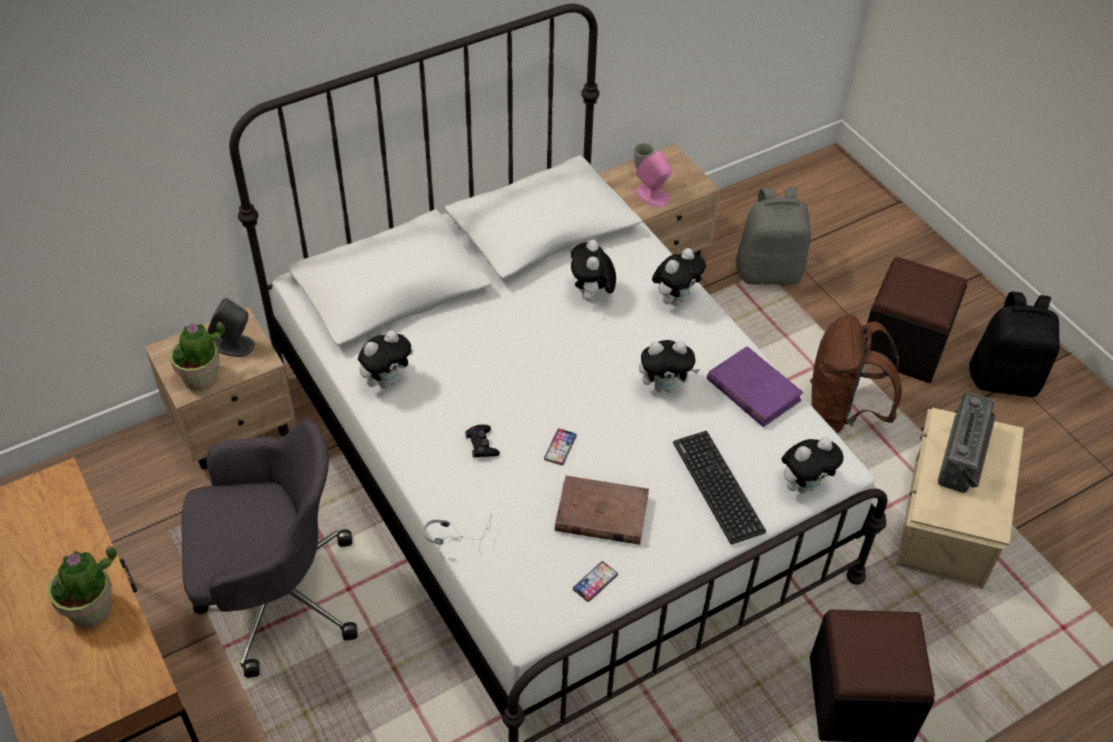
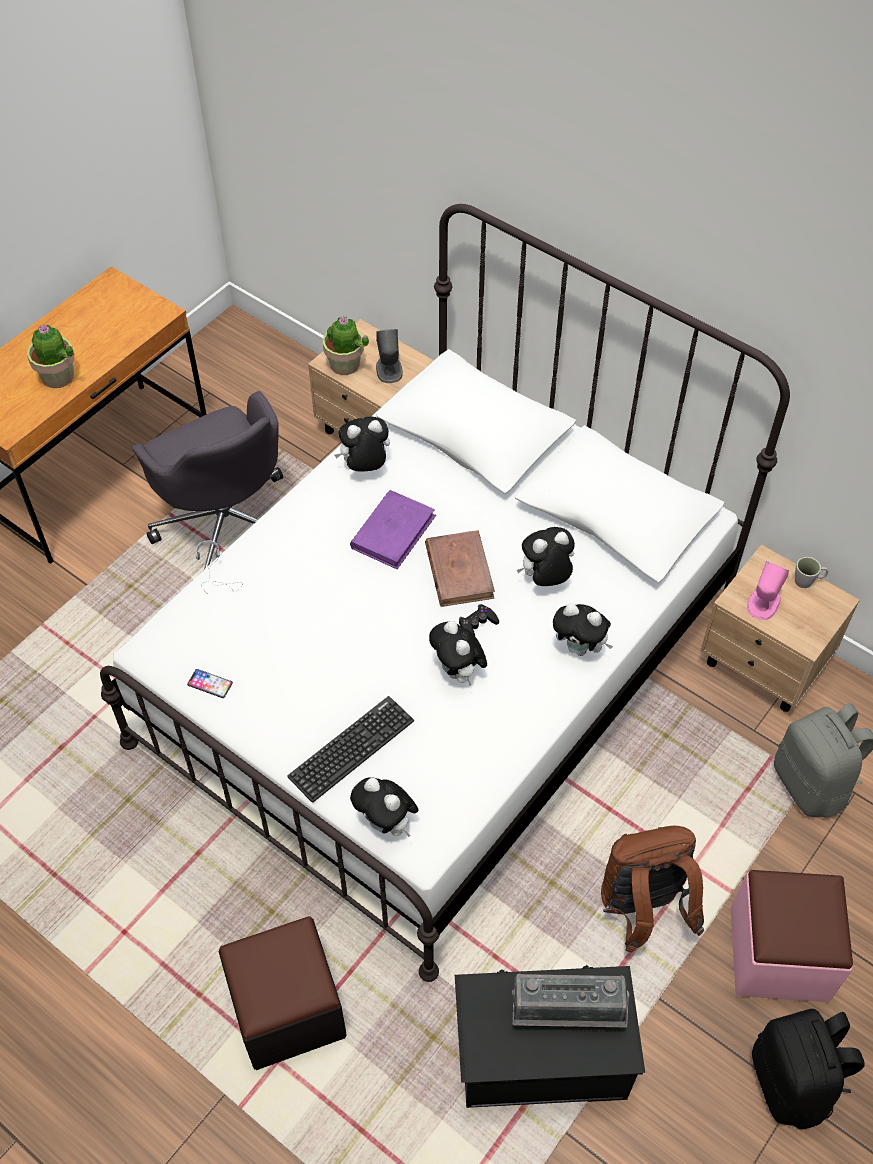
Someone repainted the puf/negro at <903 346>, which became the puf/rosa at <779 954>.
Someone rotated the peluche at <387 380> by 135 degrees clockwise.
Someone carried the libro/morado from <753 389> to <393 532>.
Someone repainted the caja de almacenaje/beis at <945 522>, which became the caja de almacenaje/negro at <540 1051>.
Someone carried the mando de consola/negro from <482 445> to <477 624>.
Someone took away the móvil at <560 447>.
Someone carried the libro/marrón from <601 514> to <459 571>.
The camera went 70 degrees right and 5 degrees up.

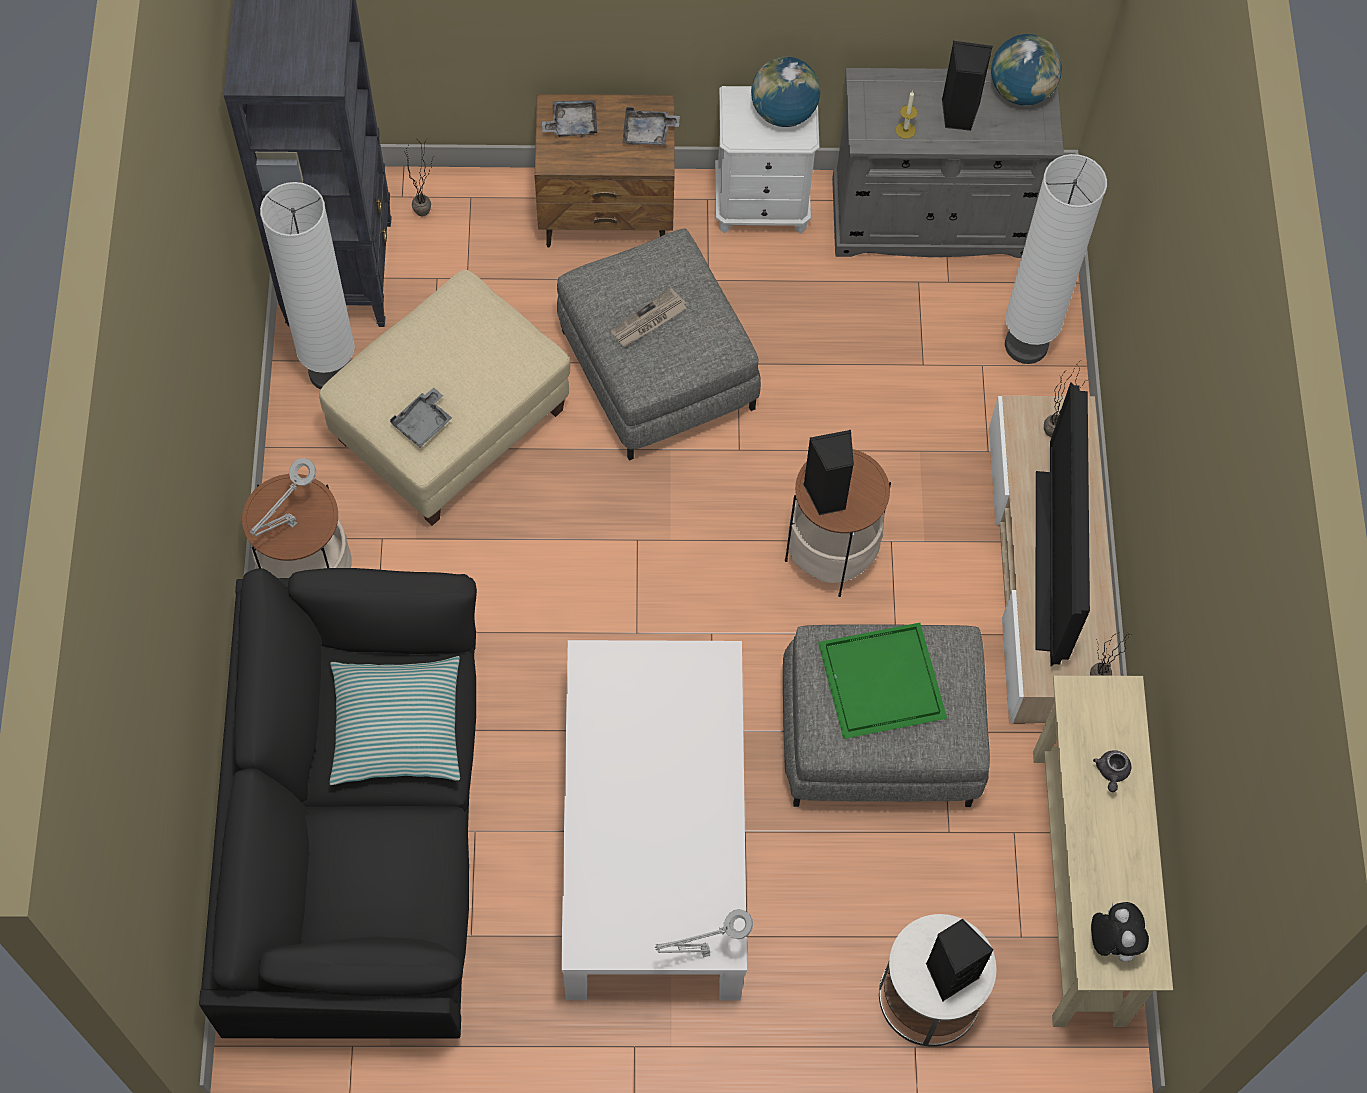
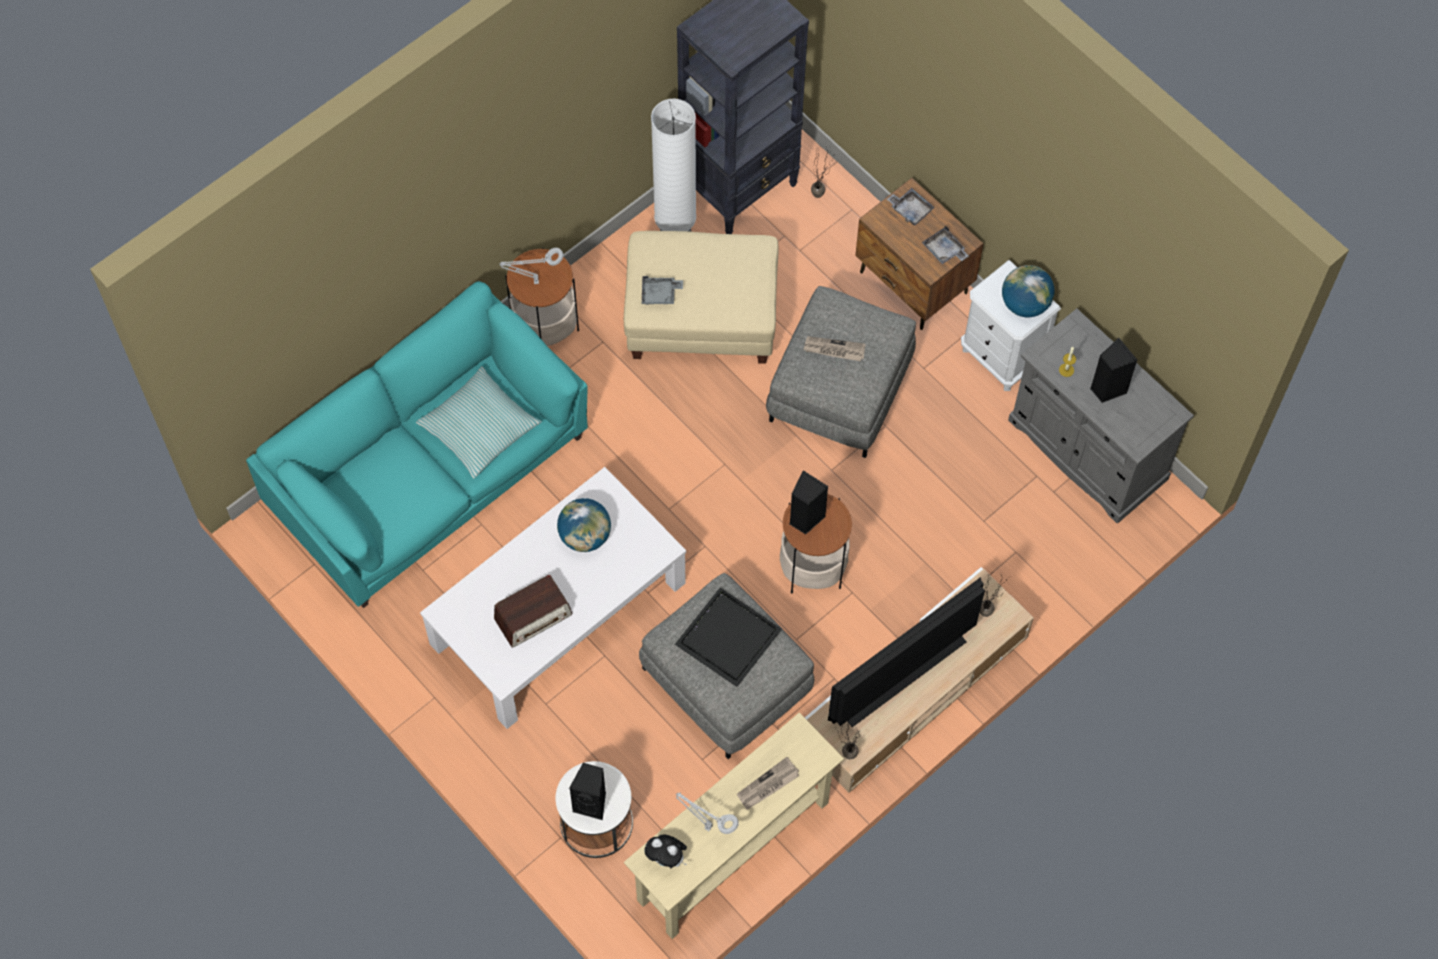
Someone carried the globo terráqueo from <1021 91> to <585 536>.
Someone took away the lámpara de pie/blanco at <1026 345>.
Someone repainted the sofá/negro at <359 835>, which became the sofá/turquesa at <428 472>.
Someone repainted the bandeja/verde at <879 680>, which became the bandeja/negro at <728 636>.
Someone swapped the tetera/gris at <1111 773> for the periódico at <768 785>.
Someone rotated the peluche at <1112 942> by 75 degrees clockwise.
Someone carried the lámpara de mesa/gris from <702 953> to <706 826>.
Someone put down the radio at <533 617>.
The camera went 50 degrees right and 0 degrees up.

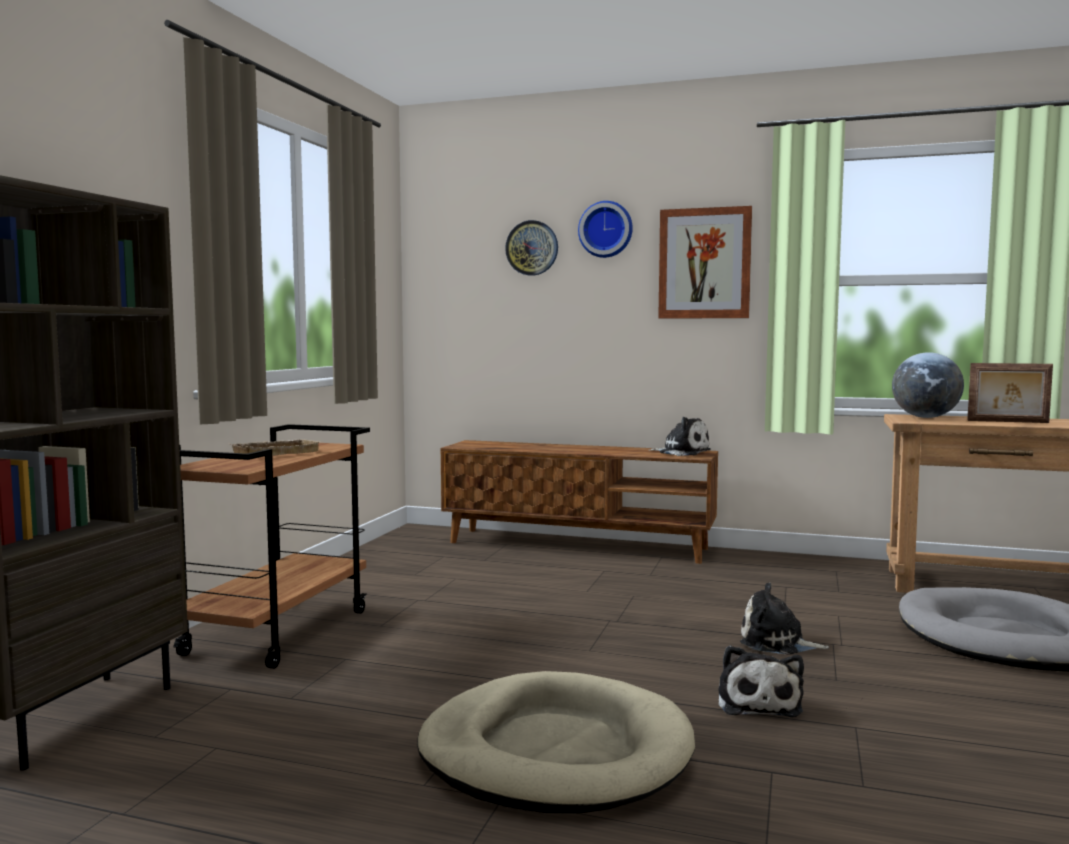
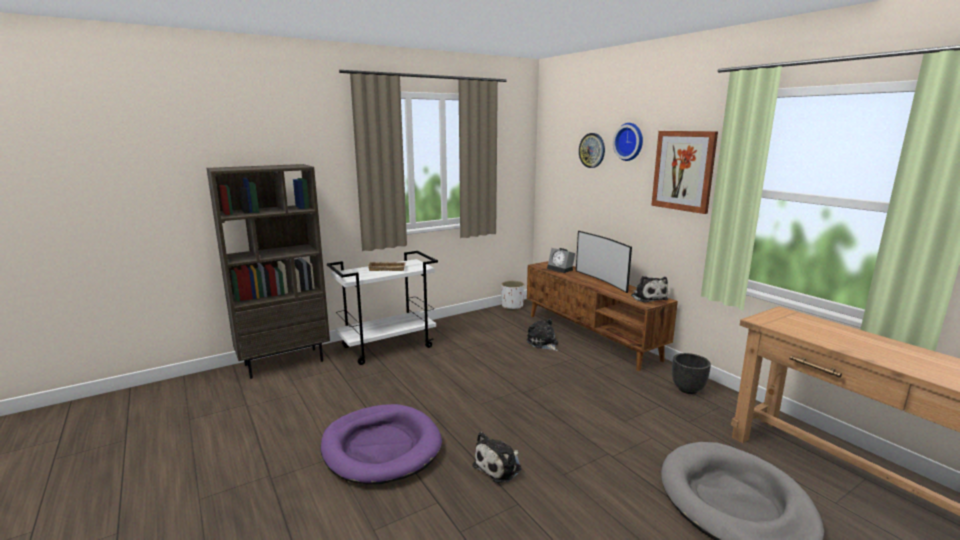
Someone took away the globo terráqueo at <925 417>.
Someone took away the portarretratos at <1008 422>.
Someone repainted the carrito/marrón at <277 632>, which became the carrito/blanco at <388 347>.
Someone carried the peluche from <777 643> to <543 343>.
Someone repainted the cama para perro/beis at <555 752>, which became the cama para perro/morado at <381 447>.
Someone put down the televisor at <602 280>.
Someone put down the despertador at <561 269>.
Someone put down the maceta/blanco at <512 306>.
Someone put down the maceta/negro at <688 389>.
The camera went 40 degrees right and 10 degrees up.

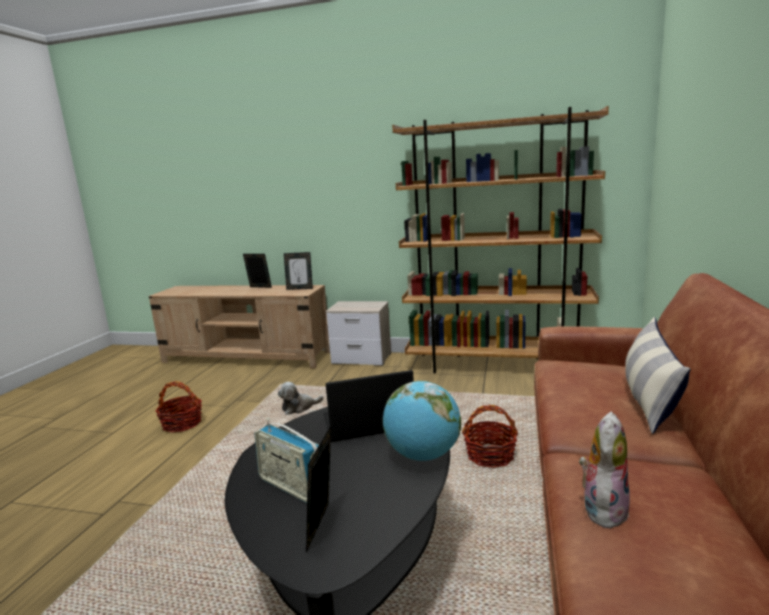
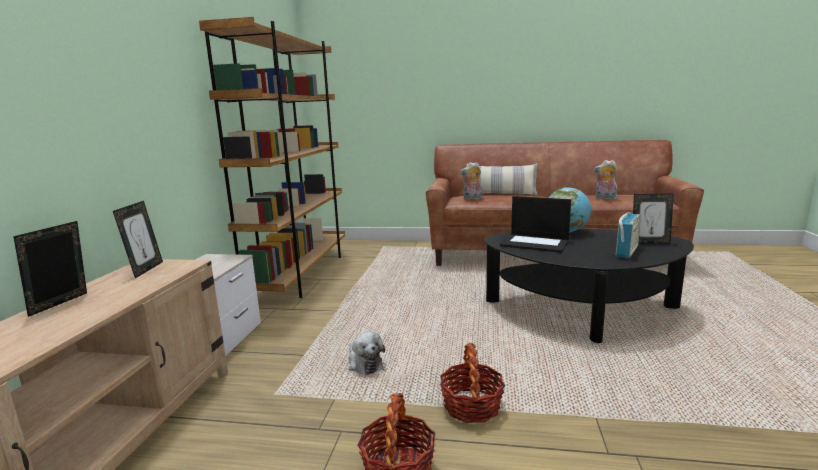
Someone rotated the portátil at <367 422> by 45 degrees counterclockwise.
Someone carried the cesta from <490 455> to <471 406>.
Someone put down the peluche at <472 199>.
The camera went 95 degrees left and 0 degrees up.

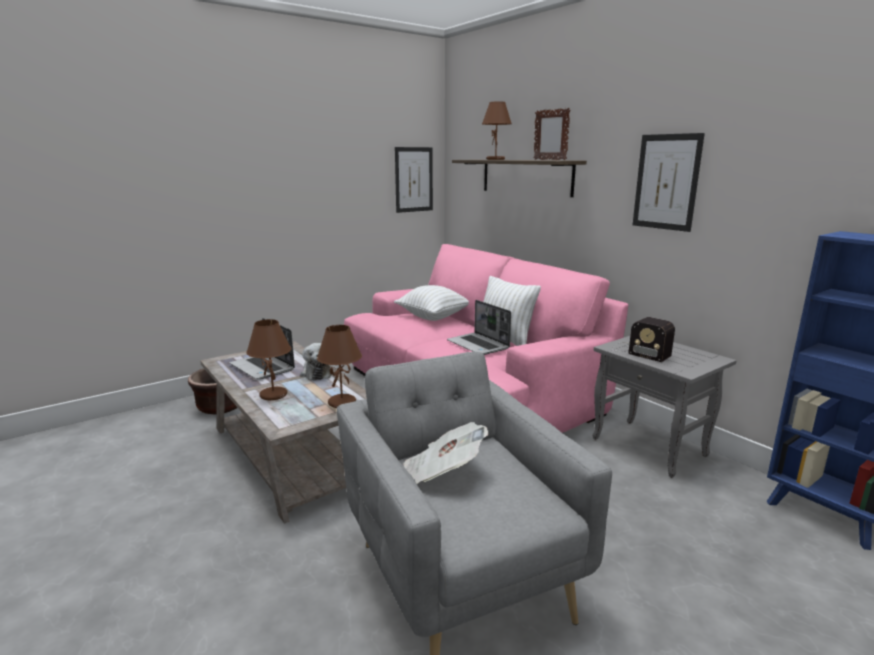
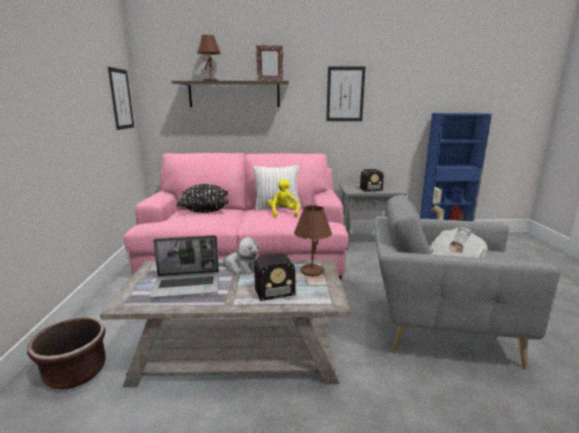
Someone repainted the cojín/blanco at <433 317>, which became the cojín/negro at <205 210>.
Someone swapped the portátil at <479 345> for the peluche/amarillo at <283 213>.
Someone swapped the lámpara de mesa/marrón at <274 395> for the radio at <261 292>.
The camera went 55 degrees left and 0 degrees up.

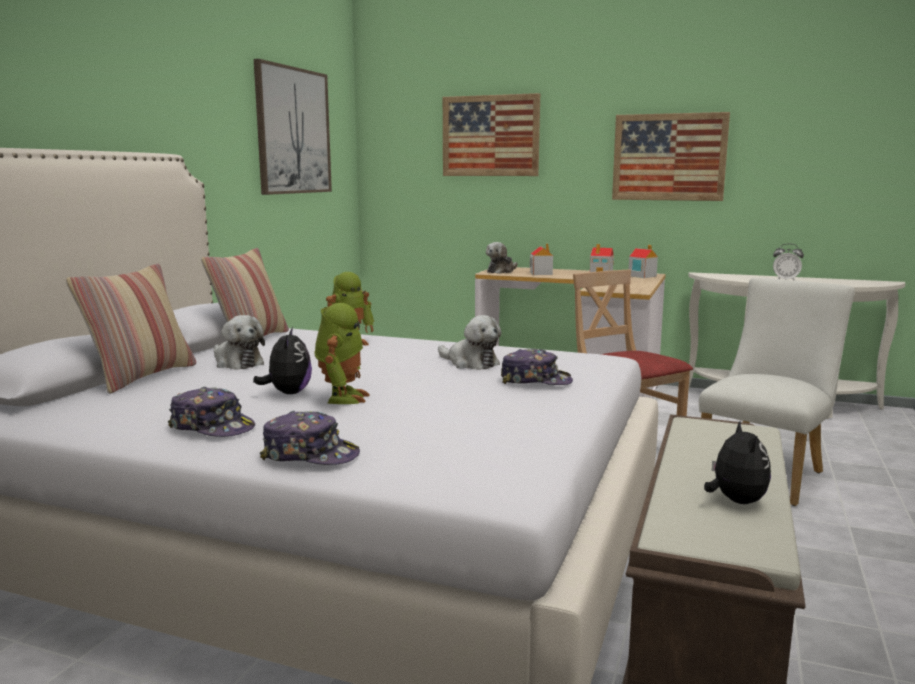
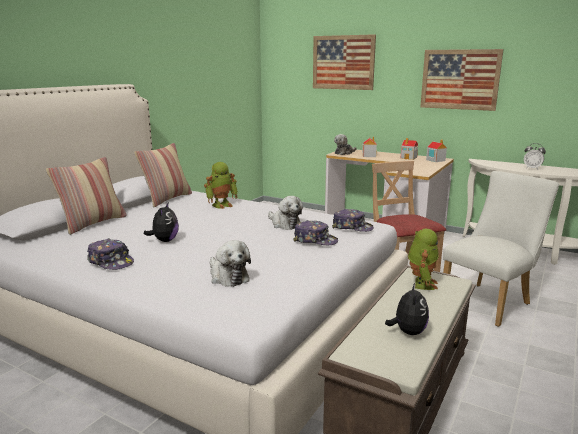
Someone took away the cuadro at <293 131>.
Someone carried the robot de juguete from <342 397> to <421 283>.
Someone carried the peluche from <237 363> to <228 277>.
Someone carried the gorra from <310 455> to <352 227>.
The camera went 10 degrees right and 5 degrees up.

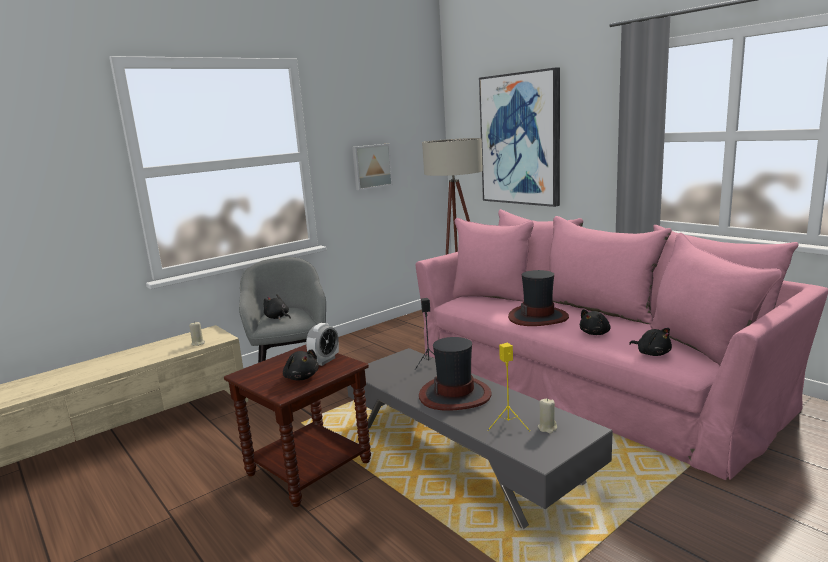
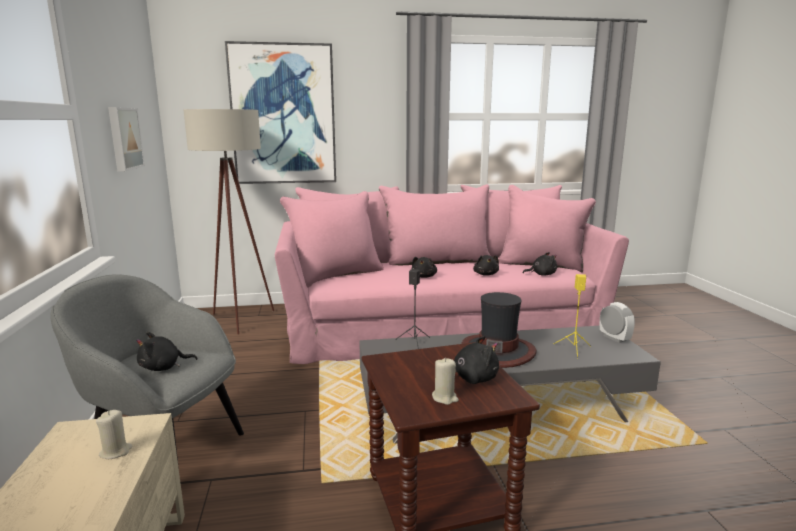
Someone swapped the sombrero at <538 317> for the peluche/negro at <424 276>.
Someone carried the despertador from <324 361> to <614 338>.
Someone carried the vela/beis from <547 428> to <445 398>.
The camera went 60 degrees left and 0 degrees up.

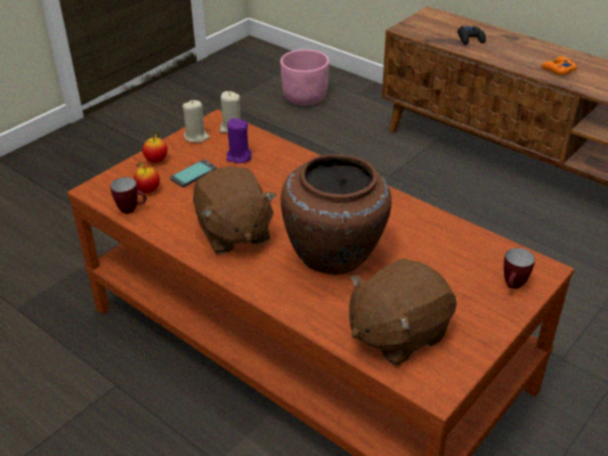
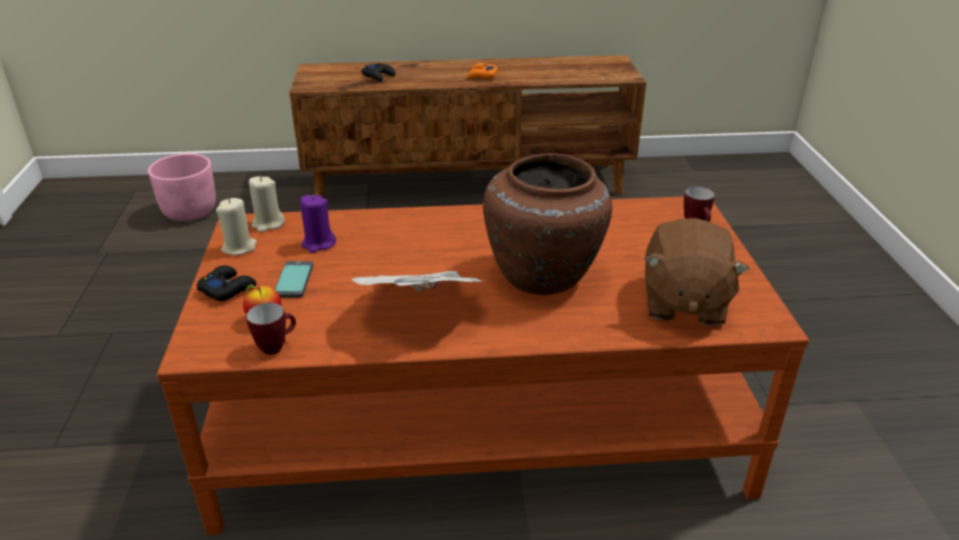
Someone swapped the manzana at <156 160> for the mando de consola/negro at <227 288>.
Someone swapped the peluche/marrón at <233 233> for the periódico at <423 307>.
The camera went 45 degrees left and 5 degrees down.

